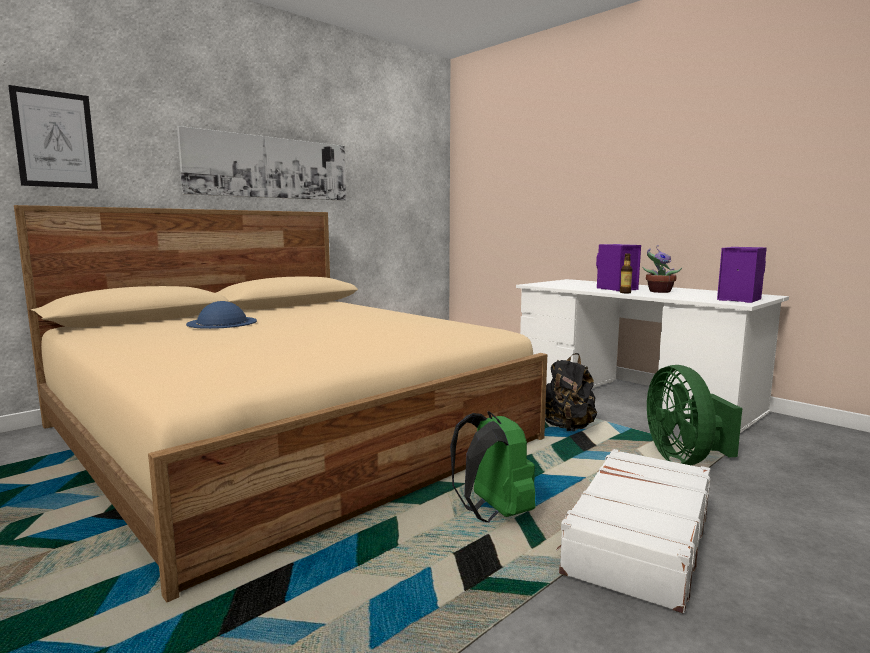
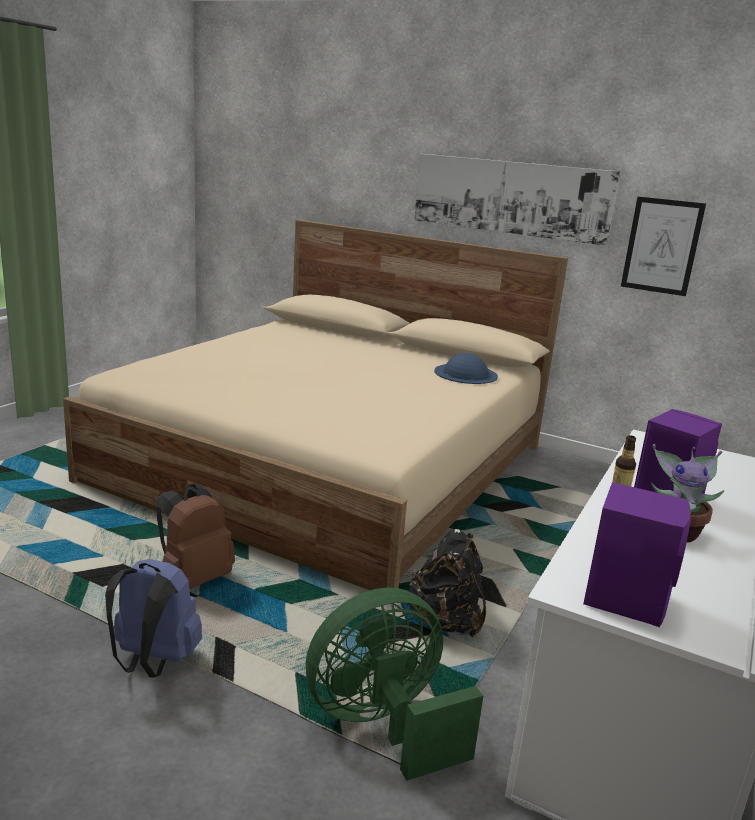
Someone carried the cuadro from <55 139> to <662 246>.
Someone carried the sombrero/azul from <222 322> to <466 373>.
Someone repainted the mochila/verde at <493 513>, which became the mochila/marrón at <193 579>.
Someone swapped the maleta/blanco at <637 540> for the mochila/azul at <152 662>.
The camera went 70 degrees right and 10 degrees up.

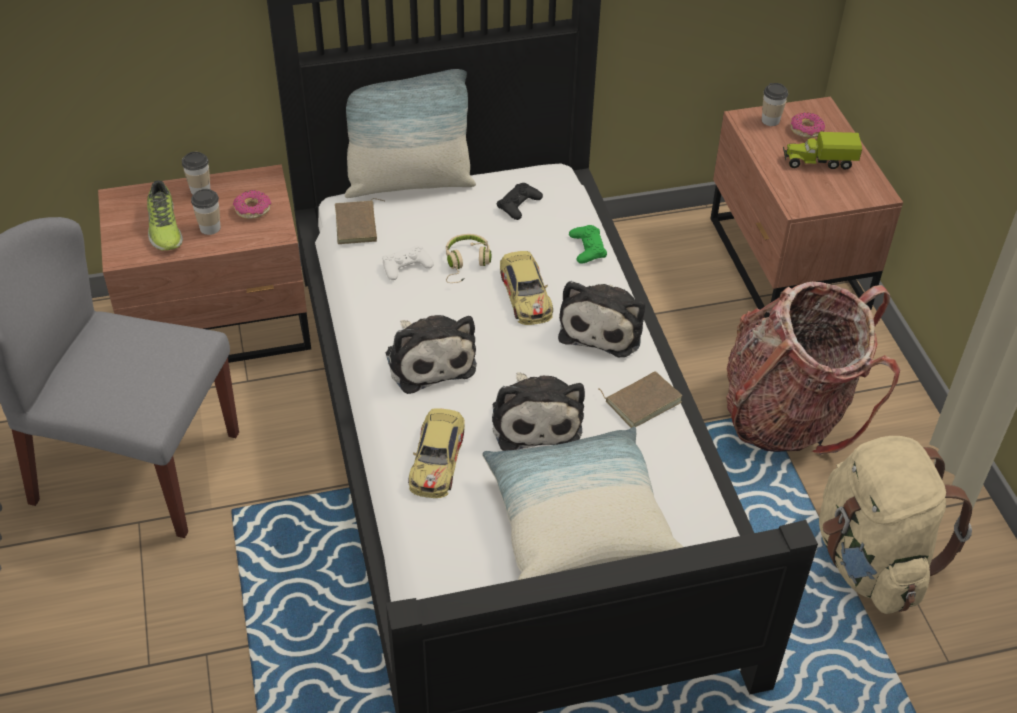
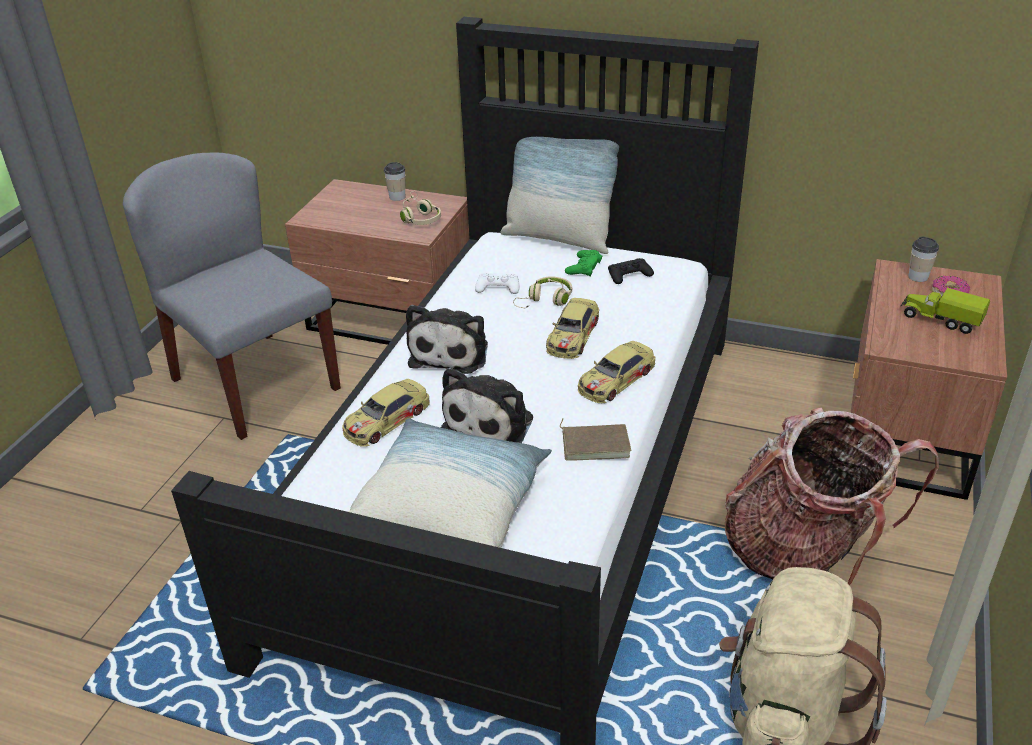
Someone took away the zapato at <164 228>.
Someone took away the taza at <210 228>.
Someone swapped the rosquilla at <252 209> for the auriculares/beis at <419 217>.
Someone took away the libro/marrón at <358 225>.
Someone carried the mando de consola/verde from <587 248> to <583 267>.
Someone swapped the peluche at <603 326> for the coche de juguete at <616 379>.
The camera went 35 degrees right and 10 degrees down.

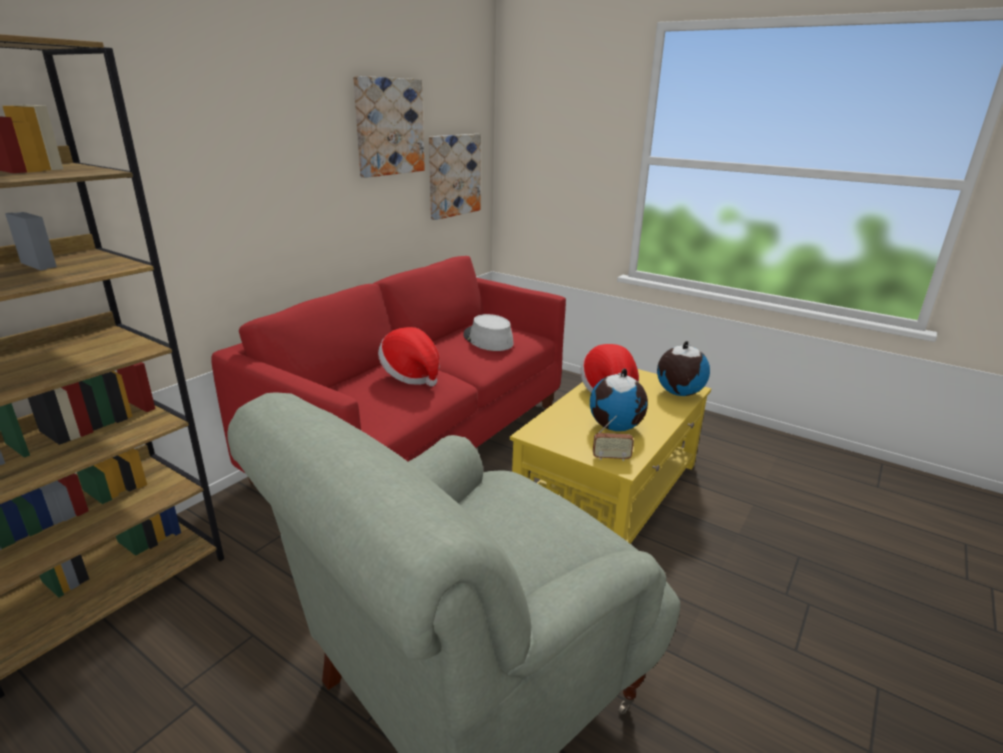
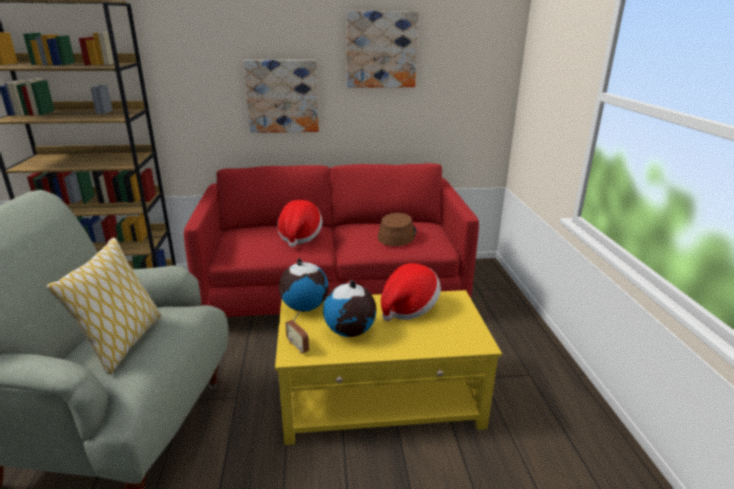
Someone carried the cuadro from <453 175> to <282 96>.
Someone repainted the sombrero/gris at <487 339>, which became the sombrero/marrón at <397 234>.
Someone carried the globo terráqueo from <678 393> to <304 307>.
Someone put down the cojín at <123 343>.
The camera went 50 degrees right and 0 degrees up.

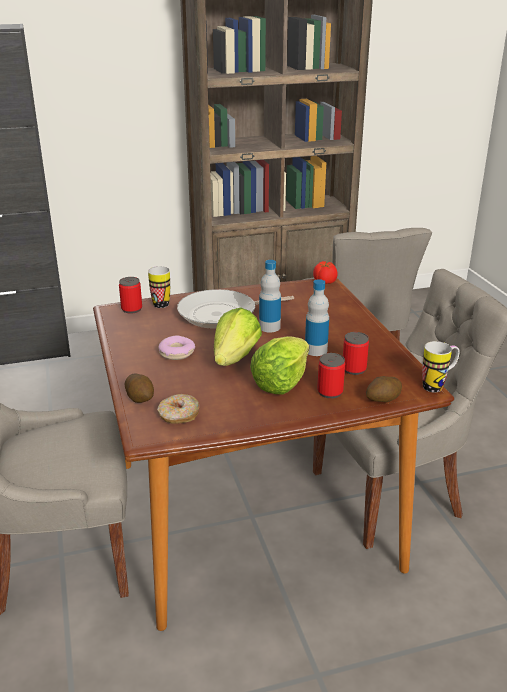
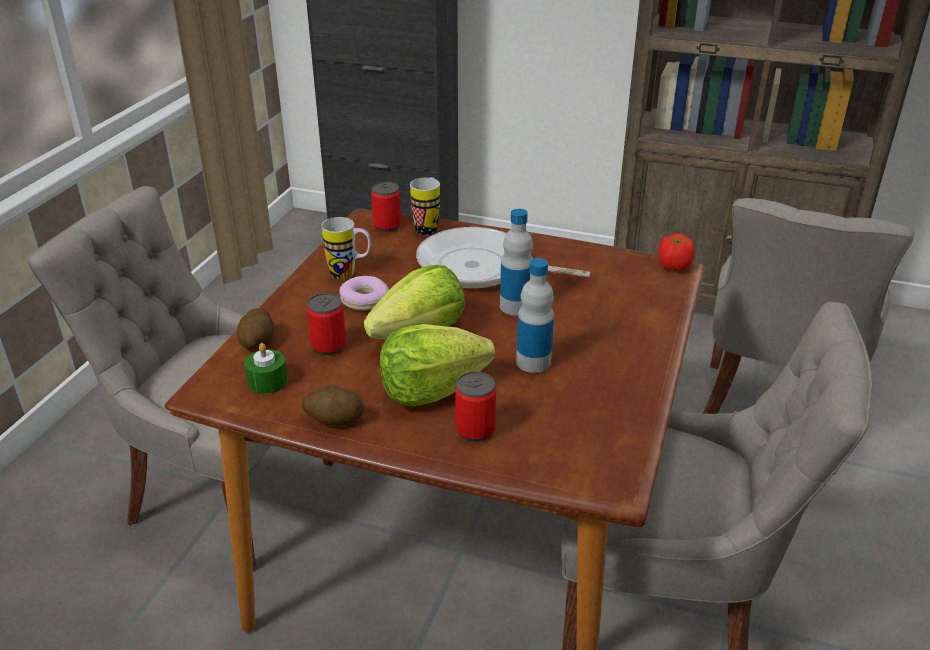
Someone carried the lata from <354 369> to <328 346>.
Someone carried the taza grande from <438 386> to <350 274>.
Someone carried the patata from <382 400> to <334 420>.
Someone swapped the rosquilla at <178 415> for the vela/verde at <267 381>.
The camera went 35 degrees right and 5 degrees up.

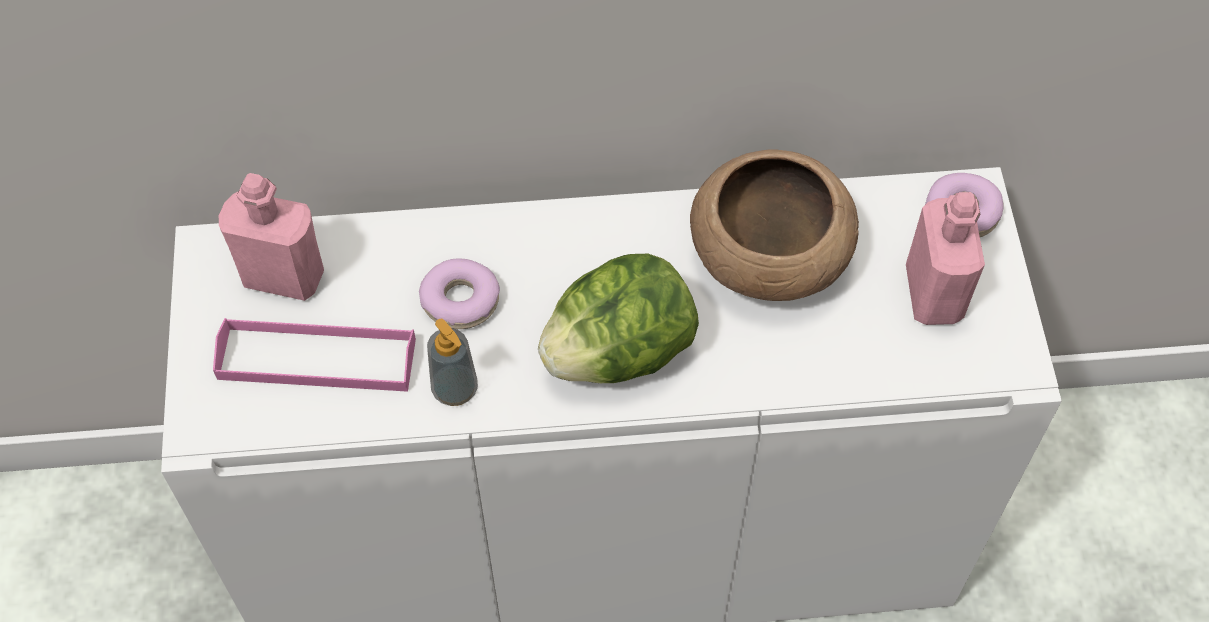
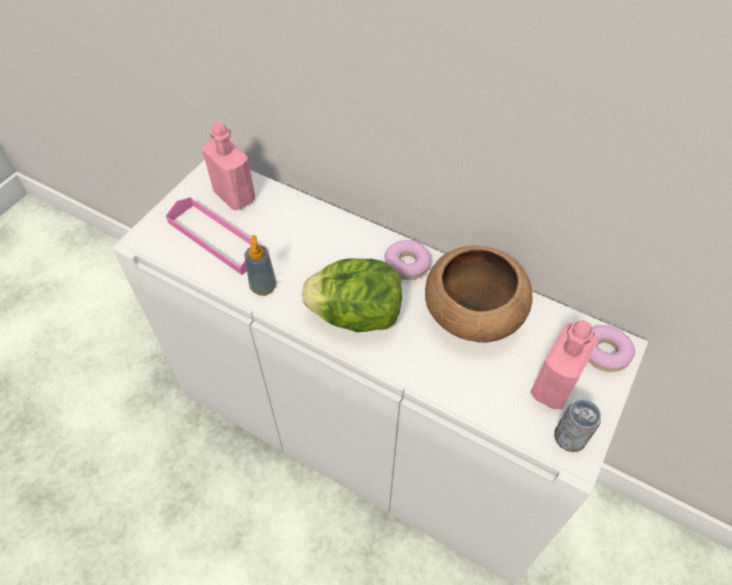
Someone carried the rosquilla from <460 300> to <407 264>.
Someone put down the lata at <569 437>.
The camera went 35 degrees right and 5 degrees down.

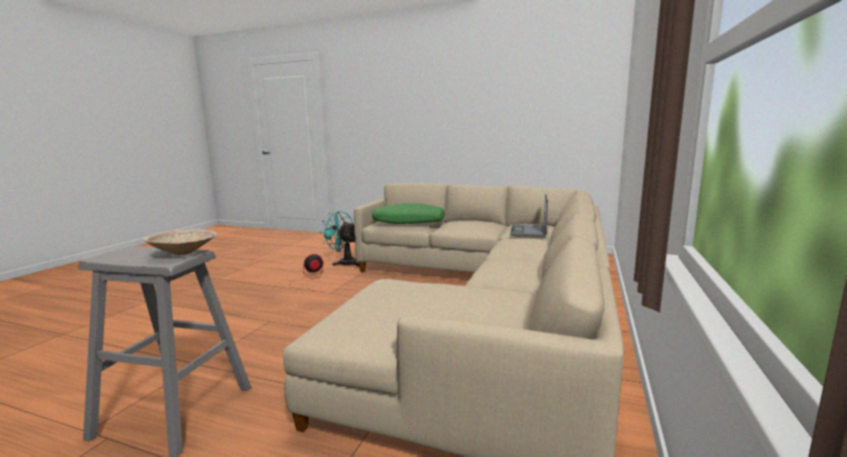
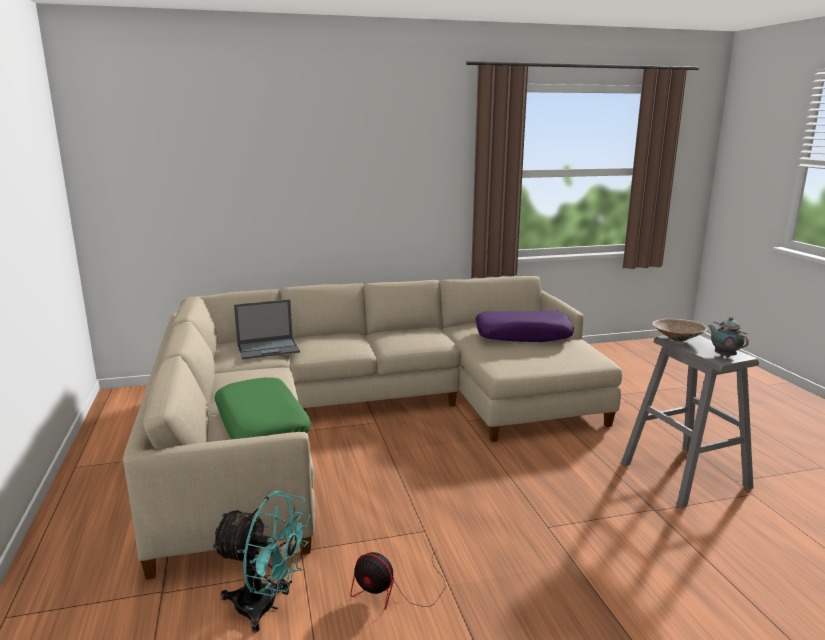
Someone rotated the ventilador/turquesa at <344 262> by 75 degrees counterclockwise.
Someone put down the cojín/morado at <523 335>.
Someone put down the tetera at <724 356>.
The camera went 125 degrees left and 5 degrees up.

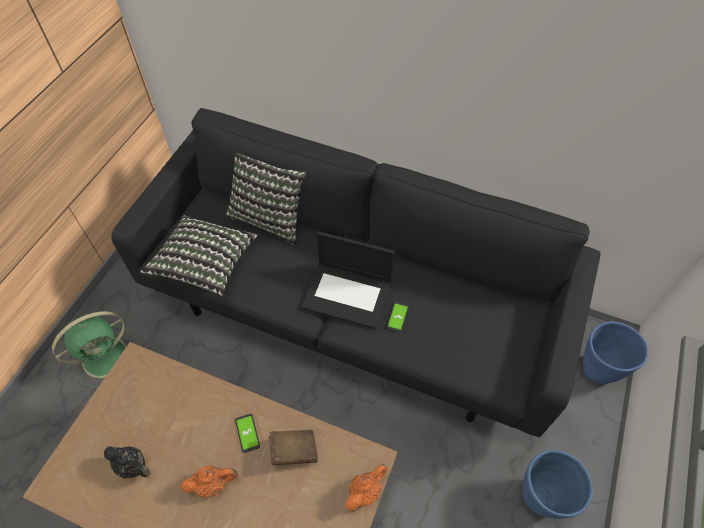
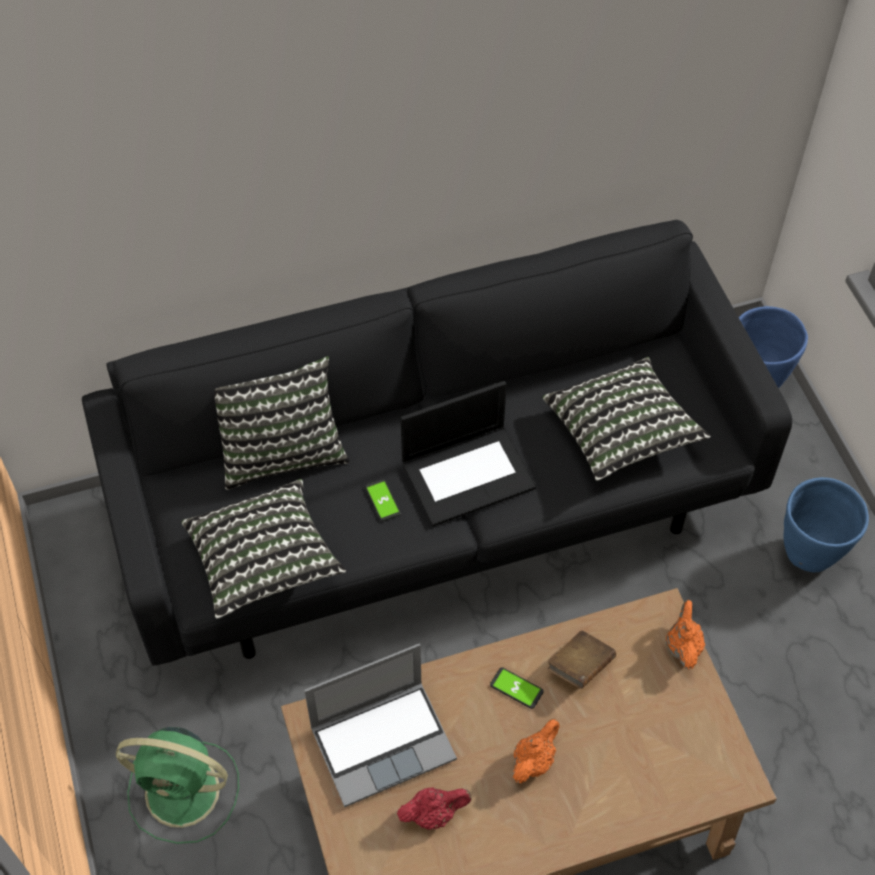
Someone carried the móvil from <397 317> to <382 500>.
Someone rotated the ventilador/verde at <107 355> by 90 degrees clockwise.
Someone repainted the tetera/negro at <133 466>, which became the tetera/rojo at <434 814>.
Someone put down the cojín at <620 432>.
Someone put down the portátil at <384 741>.
The camera went 40 degrees left and 0 degrees up.

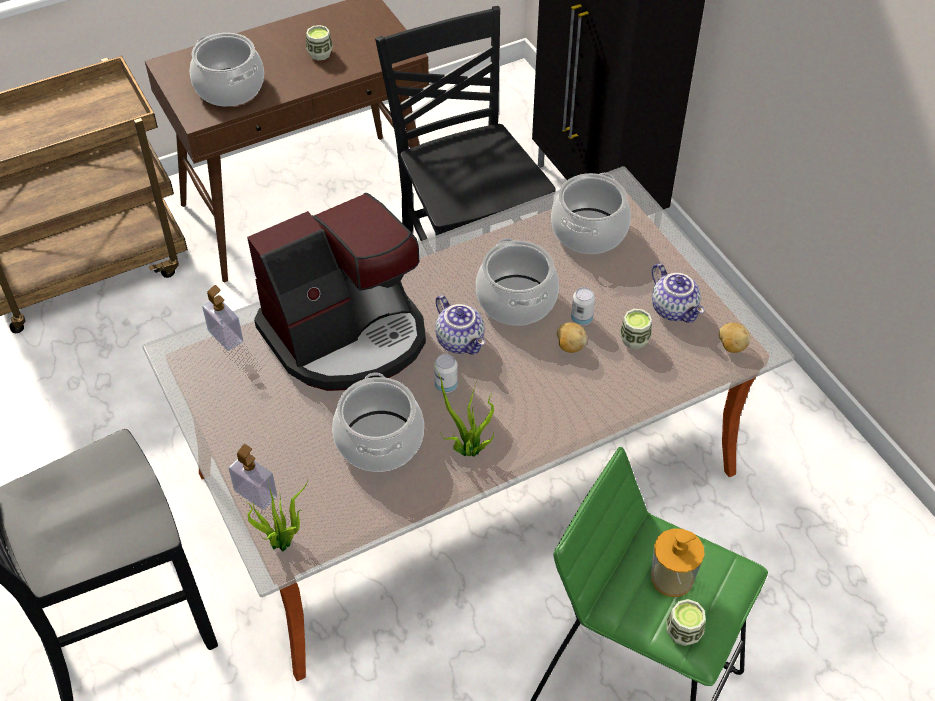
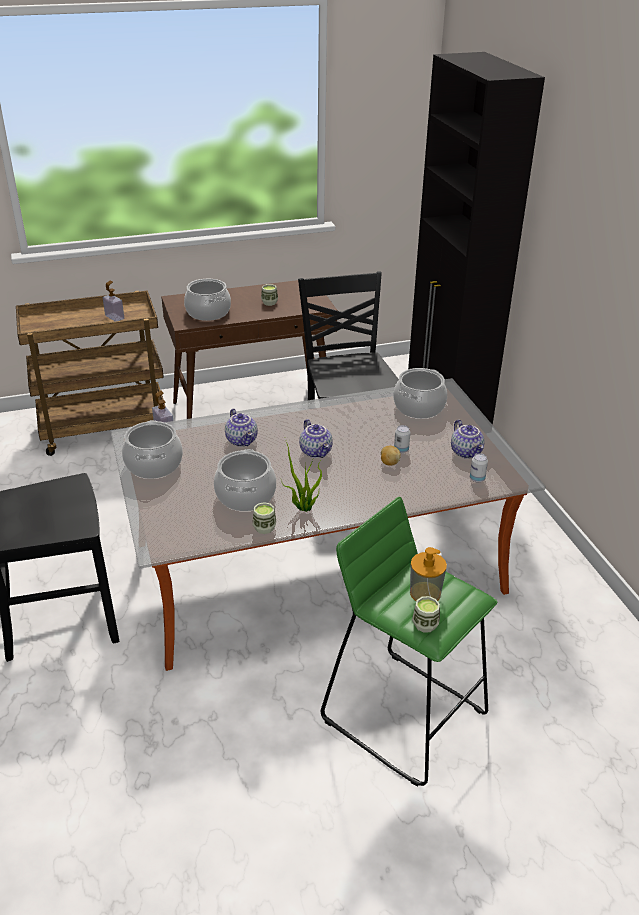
Someone swapped the cafetera at <347 335> for the tetera at <242 440>.
Someone carried the olla from <517 300> to <154 464>.
Someone carried the taza from <634 340> to <264 528>.
Someone took away the patata at <731 346>.
Someone carried the lata from <446 386> to <477 479>.
Someone carried the dispensador de jabón from <255 493> to <114 317>.
Someone took away the planta en maceta at <284 543>.
The camera went 10 degrees right and 15 degrees down.

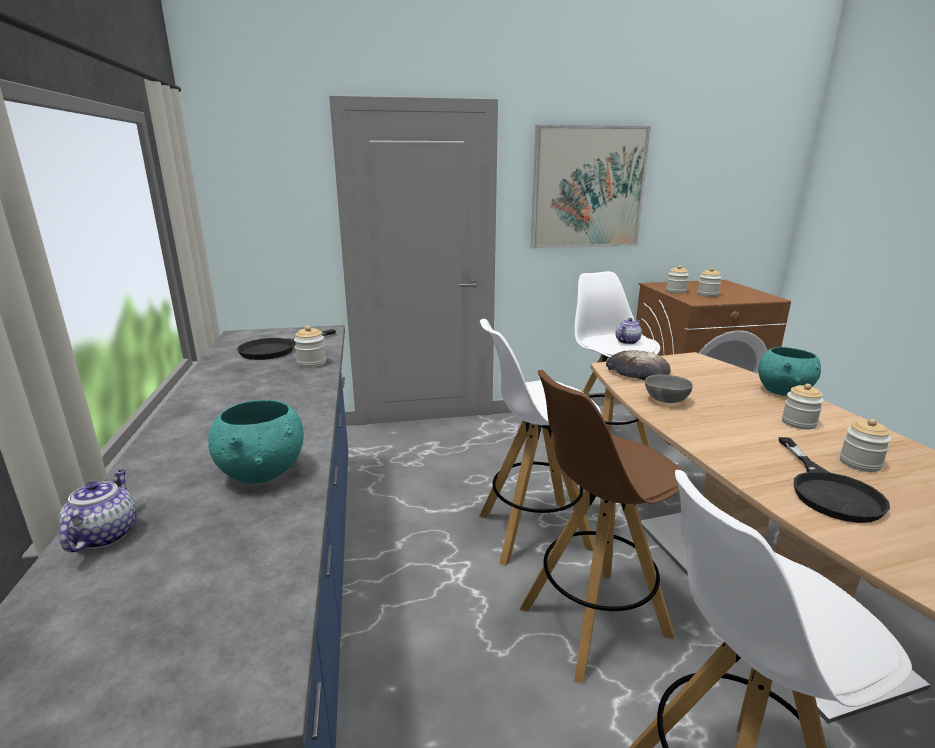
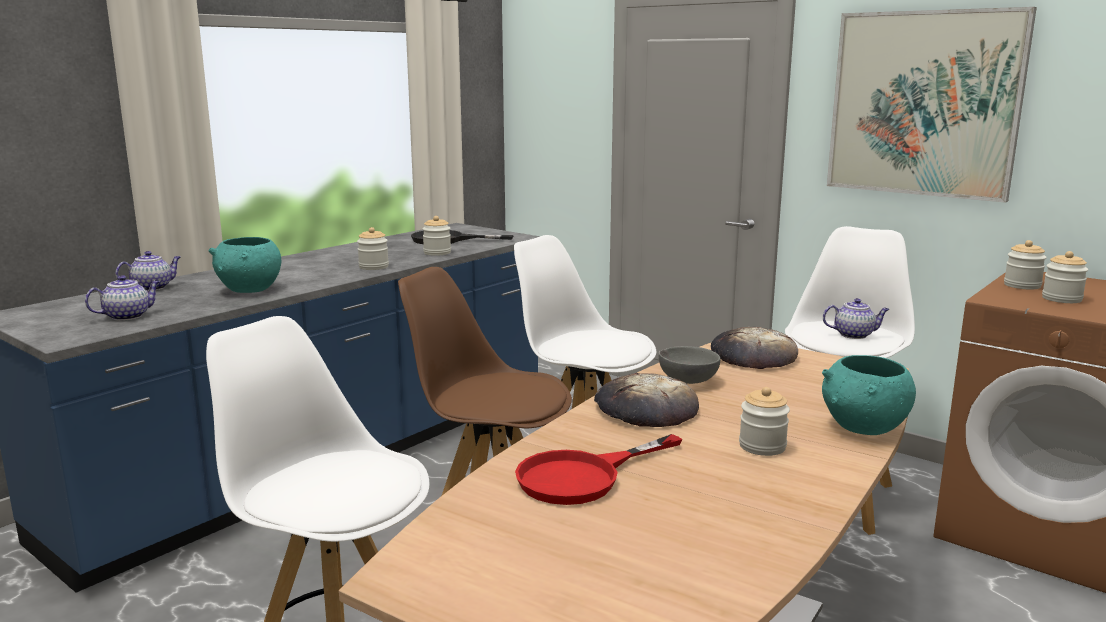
Someone carried the tarro from <860 463> to <373 267>.
Someone repainted the sartén/negro at <829 491>, which became the sartén/rojo at <583 476>.
Someone put down the tetera at <128 316>.
Someone put down the pan at <645 408>.
The camera went 50 degrees right and 5 degrees down.

